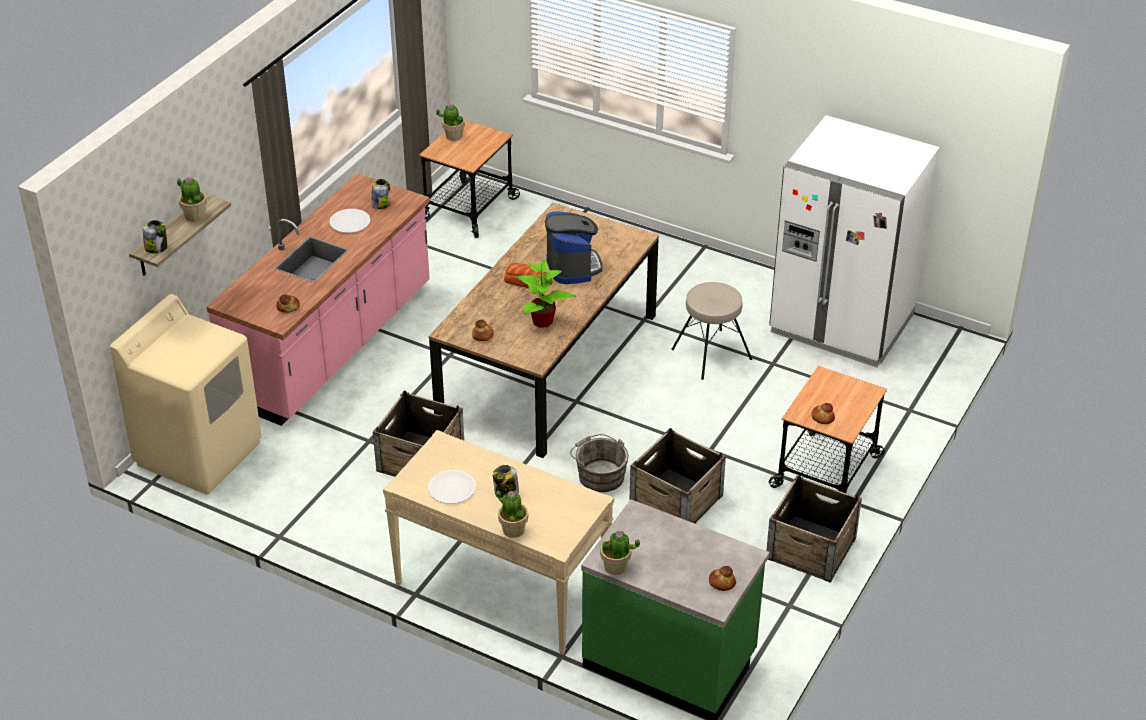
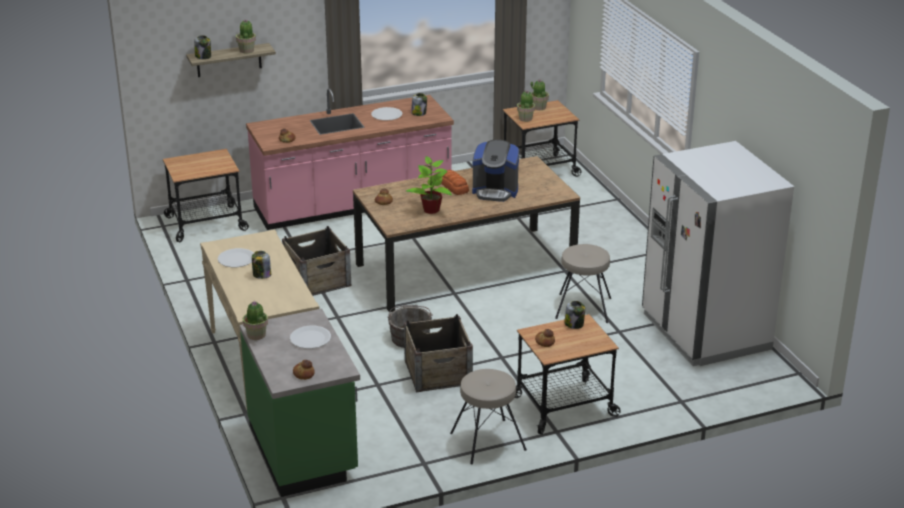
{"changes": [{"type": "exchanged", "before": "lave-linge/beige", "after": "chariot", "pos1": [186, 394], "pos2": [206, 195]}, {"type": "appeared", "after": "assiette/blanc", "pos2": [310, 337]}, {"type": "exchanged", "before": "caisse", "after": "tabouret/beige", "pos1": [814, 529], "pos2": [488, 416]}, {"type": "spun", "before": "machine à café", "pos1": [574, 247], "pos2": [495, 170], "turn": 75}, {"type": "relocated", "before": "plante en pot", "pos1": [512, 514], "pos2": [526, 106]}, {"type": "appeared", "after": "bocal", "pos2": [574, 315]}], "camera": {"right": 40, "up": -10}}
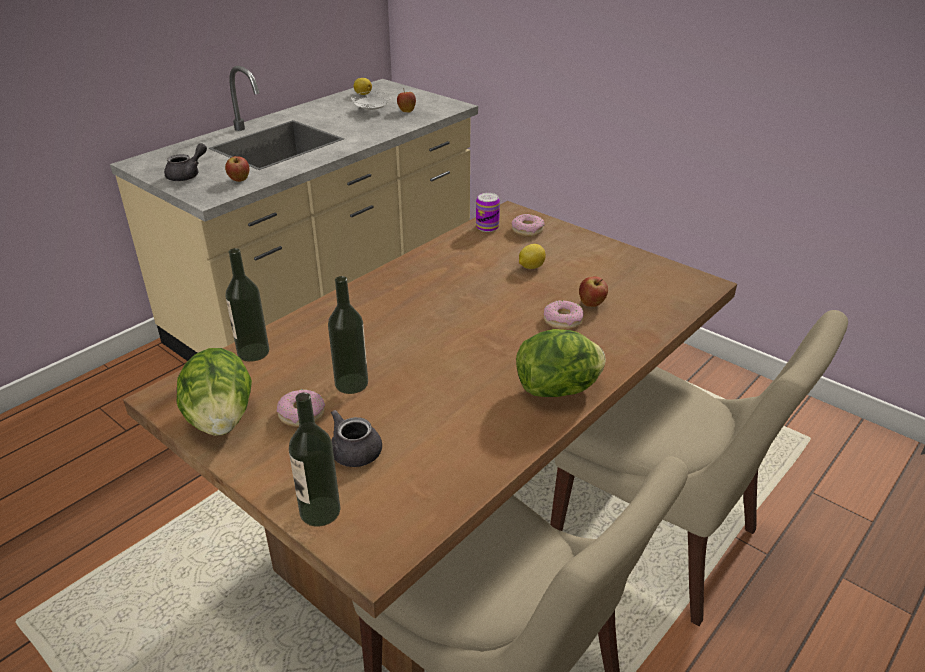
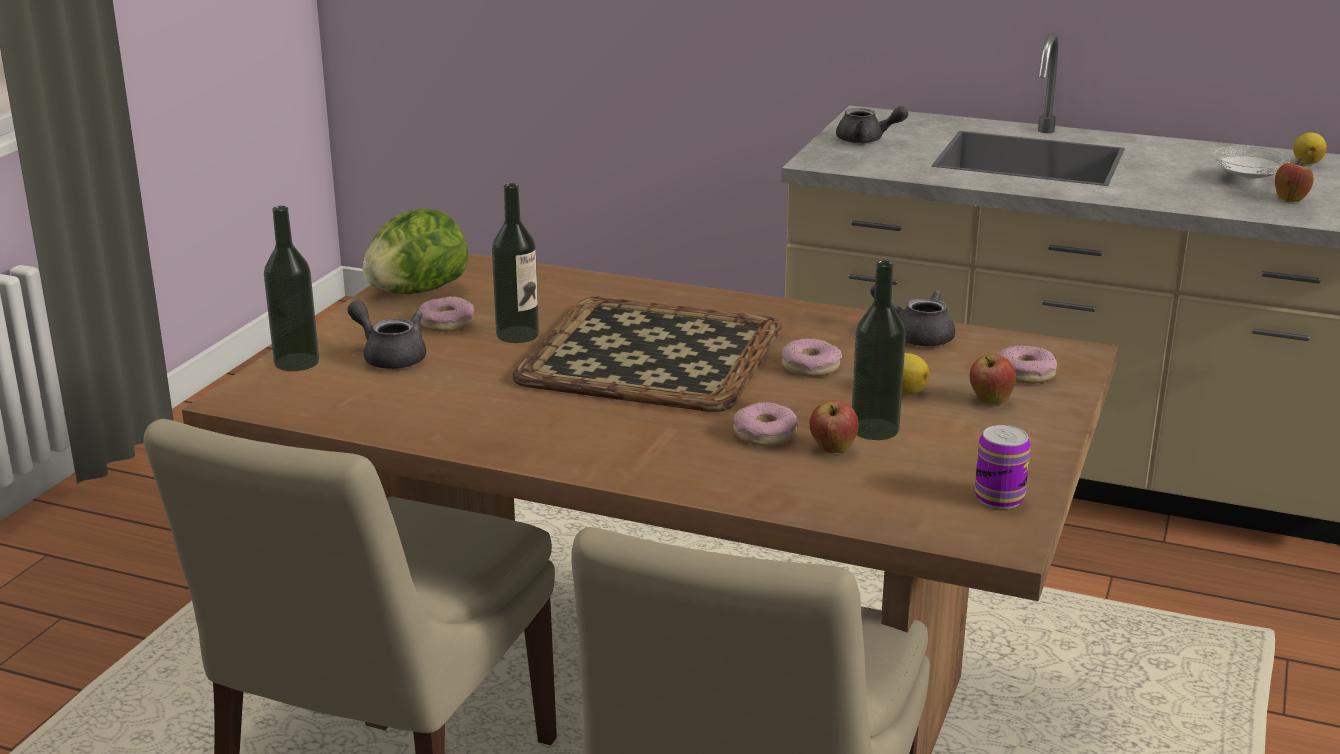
{"changes": [{"type": "appeared", "after": "plateau", "pos2": [647, 354]}, {"type": "appeared", "after": "beignet", "pos2": [812, 357]}, {"type": "relocated", "before": "bouteille", "pos1": [247, 305], "pos2": [879, 350]}, {"type": "appeared", "after": "théière/gris", "pos2": [912, 315]}, {"type": "relocated", "before": "pomme", "pos1": [237, 169], "pos2": [992, 380]}, {"type": "relocated", "before": "boîte métallique", "pos1": [488, 212], "pos2": [1003, 467]}, {"type": "missing", "before": "laitue", "pos1": [560, 363]}], "camera": {"right": 70, "up": -10}}
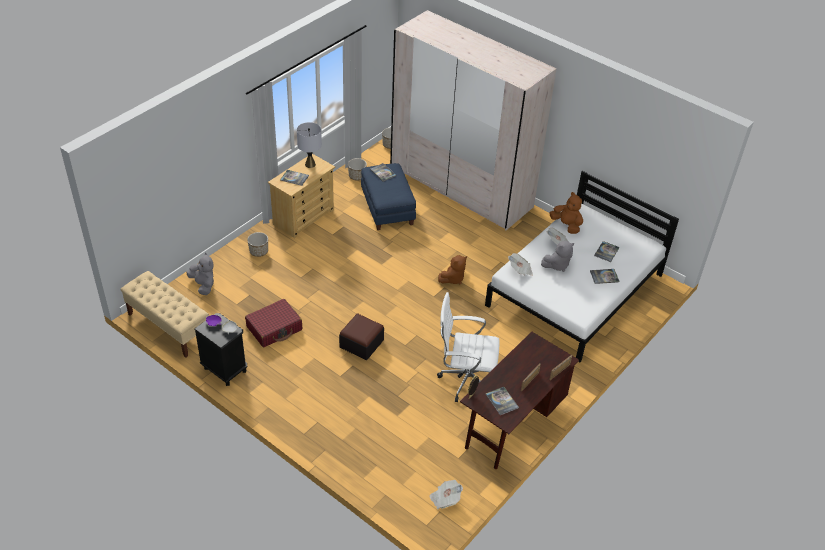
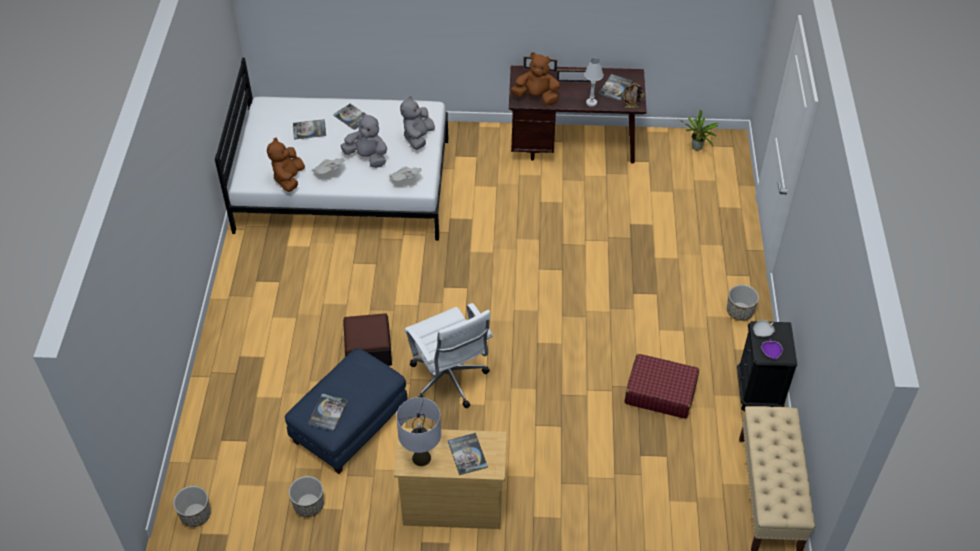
{"changes": [{"type": "relocated", "before": "pouf", "pos1": [361, 336], "pos2": [367, 339]}, {"type": "relocated", "before": "peluche/gris", "pos1": [200, 274], "pos2": [417, 123]}, {"type": "relocated", "before": "chaise de bureau/blanc", "pos1": [468, 347], "pos2": [448, 355]}, {"type": "relocated", "before": "peluche/marron", "pos1": [452, 269], "pos2": [535, 78]}, {"type": "appeared", "after": "lampe de table/blanc", "pos2": [594, 82]}, {"type": "exchanged", "before": "journal", "after": "plante en pot", "pos1": [446, 494], "pos2": [698, 130]}, {"type": "relocated", "before": "cache-pot", "pos1": [257, 244], "pos2": [743, 303]}, {"type": "missing", "before": "armoire/beige", "pos1": [473, 120]}], "camera": {"right": -125, "up": 5}}
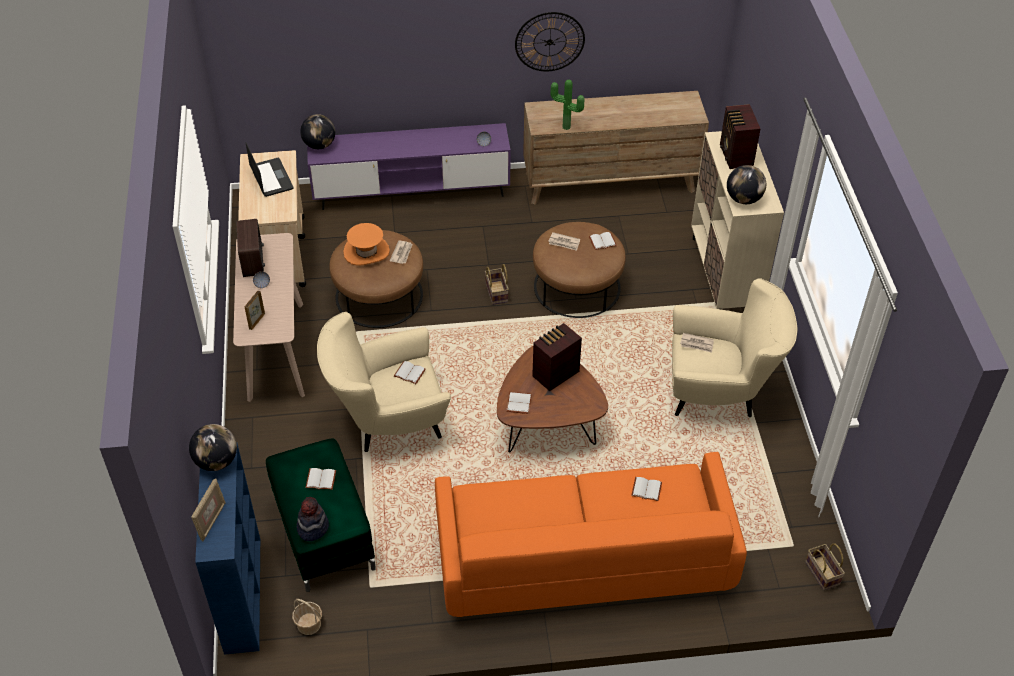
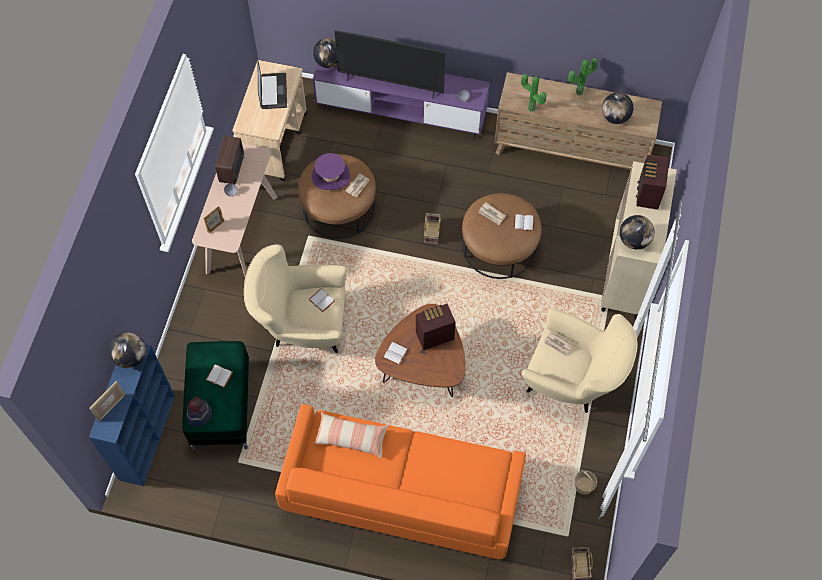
{"changes": [{"type": "colour", "before": "chapeau/orange", "after": "chapeau/violet", "pos1": [366, 244], "pos2": [331, 171]}, {"type": "appeared", "after": "coussin", "pos2": [351, 435]}, {"type": "appeared", "after": "téléviseur", "pos2": [390, 65]}, {"type": "appeared", "after": "plante en pot", "pos2": [583, 76]}, {"type": "relocated", "before": "panier", "pos1": [307, 617], "pos2": [585, 482]}, {"type": "appeared", "after": "globe", "pos2": [617, 108]}, {"type": "missing", "before": "horloge murale", "pos1": [550, 41]}, {"type": "missing", "before": "livre/blanc", "pos1": [646, 489]}], "camera": {"right": 20, "up": 15}}
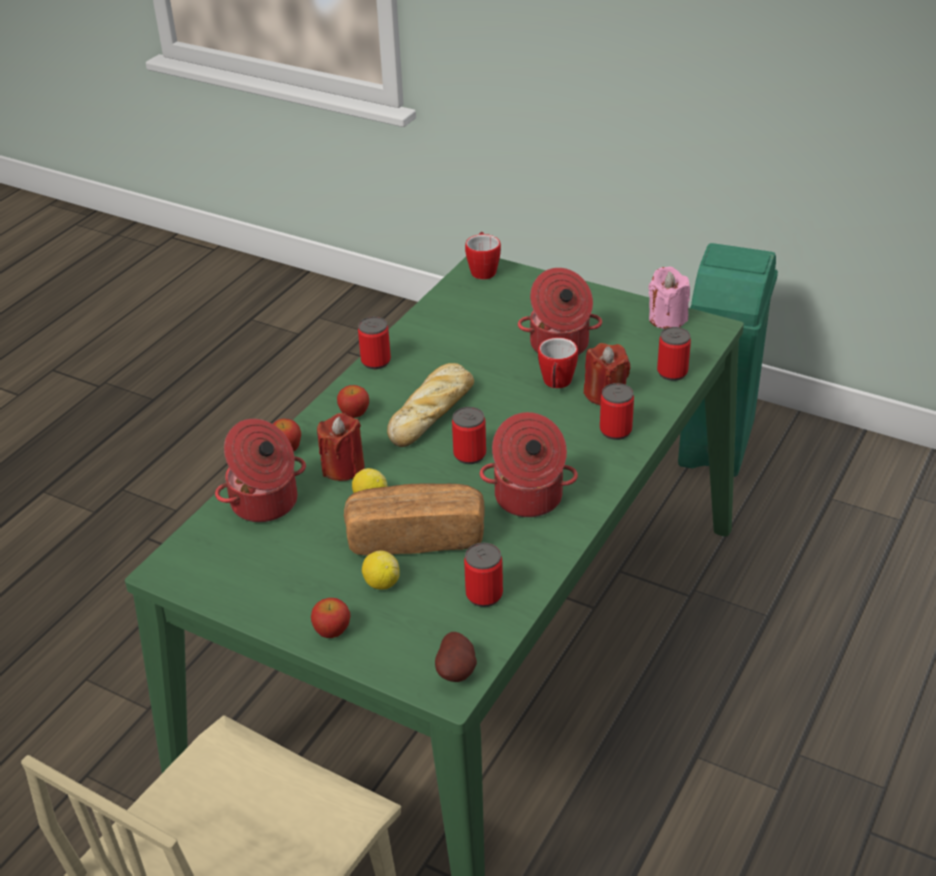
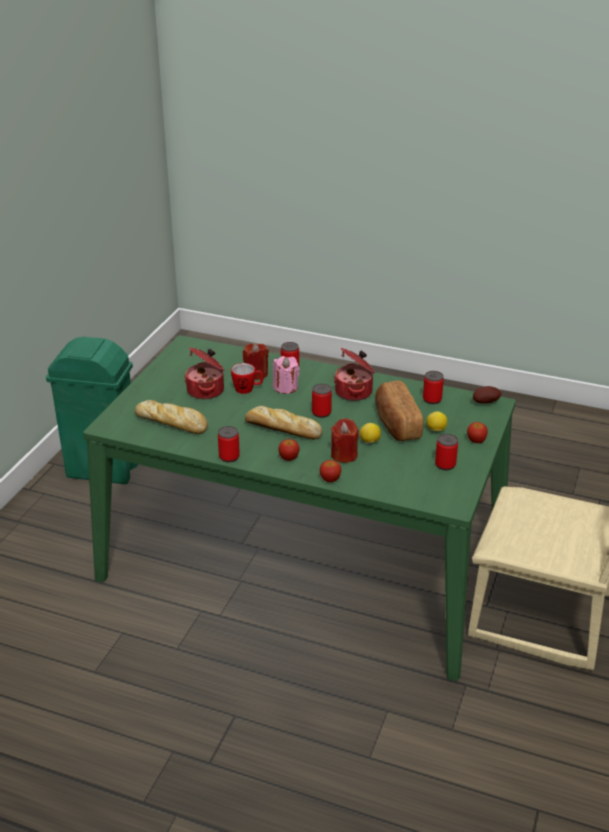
{"changes": [{"type": "appeared", "after": "pain", "pos2": [171, 417]}, {"type": "relocated", "before": "bougie/rose", "pos1": [669, 298], "pos2": [286, 375]}, {"type": "relocated", "before": "boîte métallique", "pos1": [674, 354], "pos2": [446, 452]}, {"type": "missing", "before": "marmite", "pos1": [260, 470]}, {"type": "missing", "before": "mug", "pos1": [483, 255]}], "camera": {"right": -100, "up": -5}}
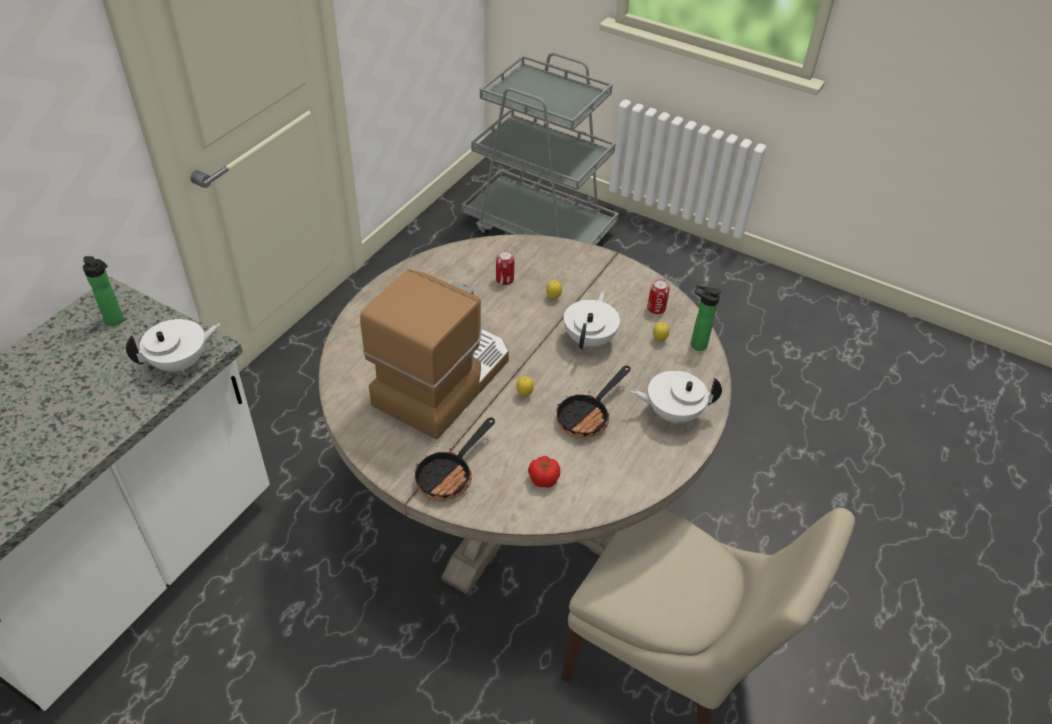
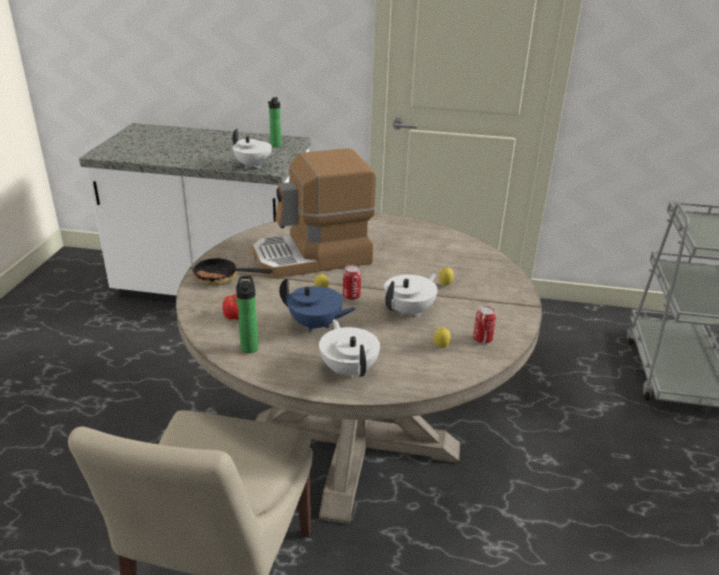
{"changes": [{"type": "relocated", "before": "bouteille", "pos1": [706, 318], "pos2": [247, 314]}, {"type": "spun", "before": "machine à café", "pos1": [434, 354], "pos2": [314, 214], "turn": 150}, {"type": "exchanged", "before": "poêle", "after": "théière/bleu", "pos1": [593, 401], "pos2": [317, 304]}, {"type": "relocated", "before": "boîte métallique", "pos1": [505, 267], "pos2": [352, 282]}, {"type": "spun", "before": "théière/blanc", "pos1": [592, 320], "pos2": [410, 295], "turn": -45}], "camera": {"right": 70, "up": -15}}
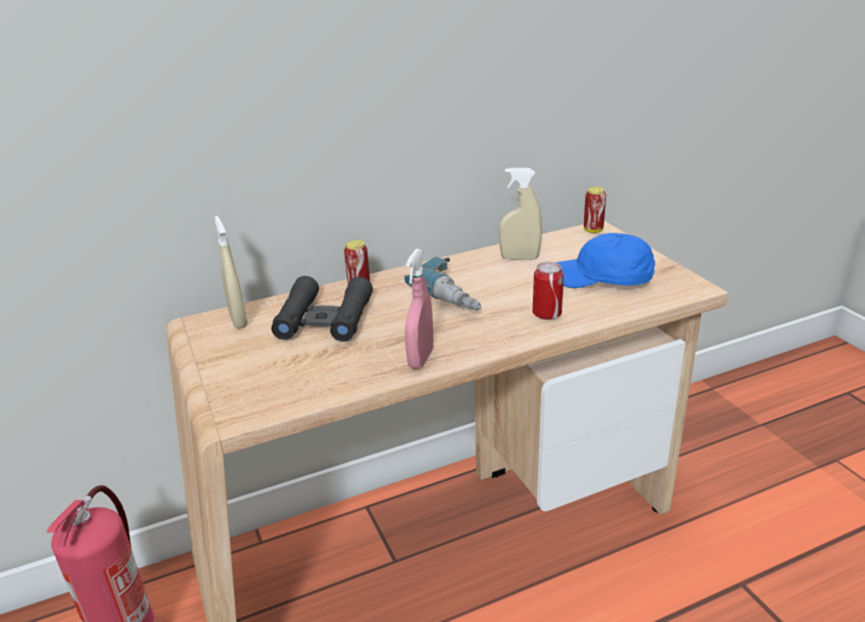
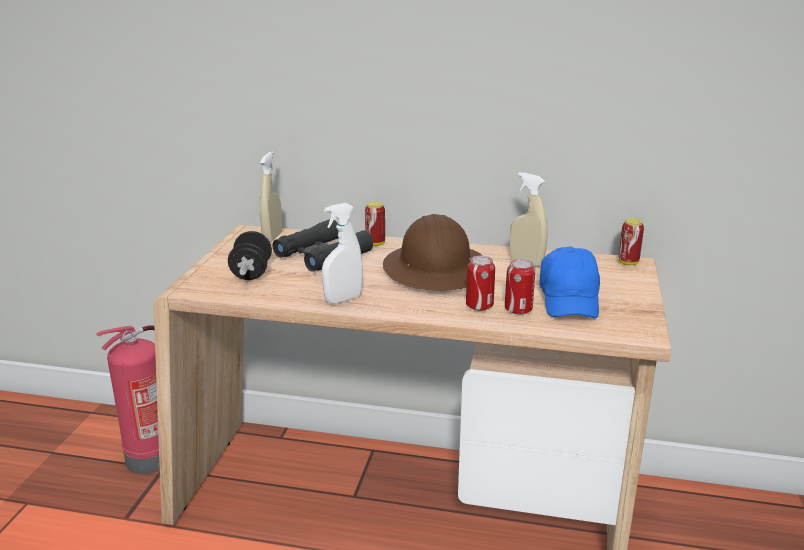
{"changes": [{"type": "appeared", "after": "haltère/noir", "pos2": [250, 255]}, {"type": "colour", "before": "vaporisateur/rose", "after": "vaporisateur/blanc", "pos1": [419, 309], "pos2": [342, 253]}, {"type": "exchanged", "before": "perceuse", "after": "casque de chantier/marron", "pos1": [442, 284], "pos2": [433, 252]}, {"type": "appeared", "after": "boîte métallique", "pos2": [520, 286]}, {"type": "spun", "before": "casquette/bleu", "pos1": [605, 260], "pos2": [569, 282], "turn": -135}], "camera": {"right": 35, "up": -5}}
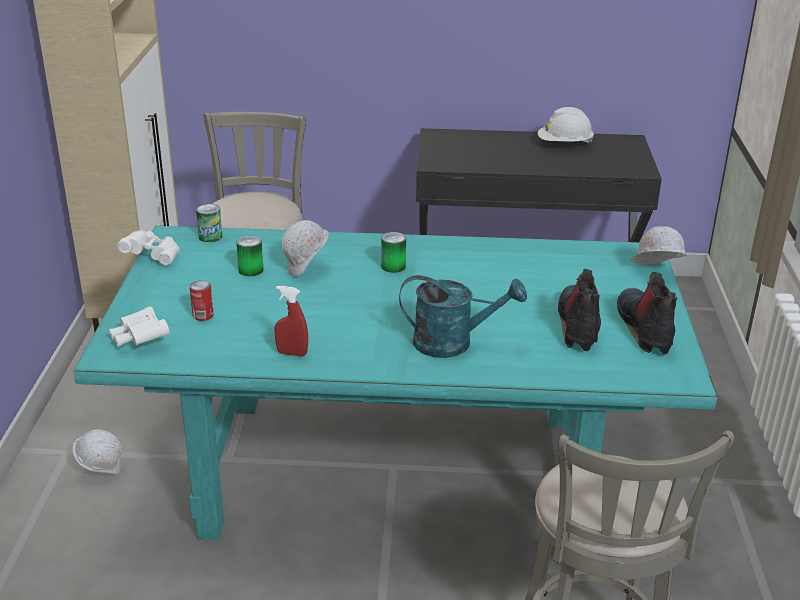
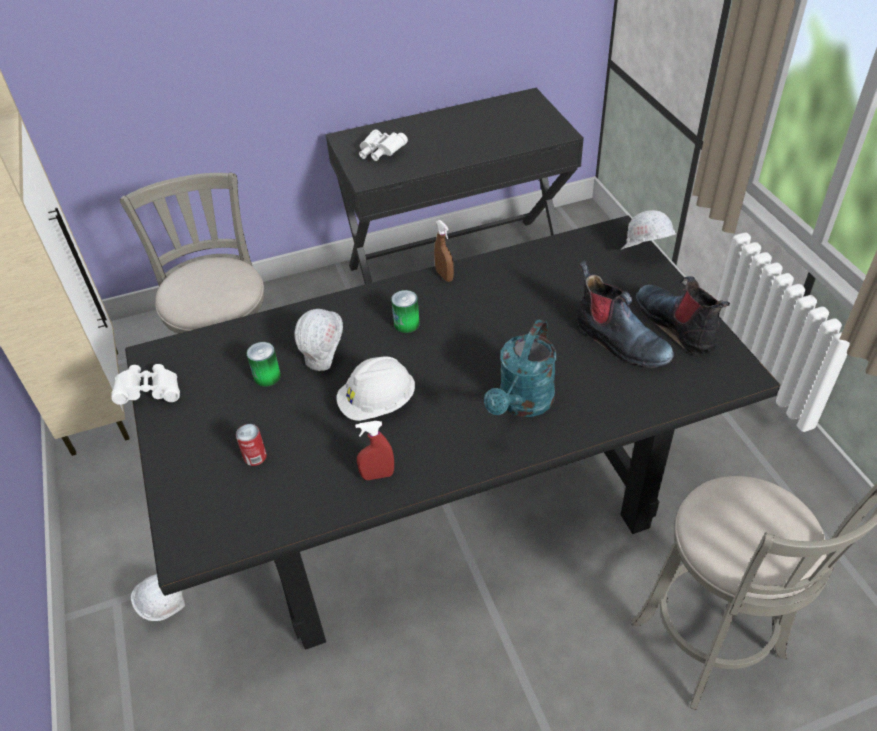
{"changes": [{"type": "colour", "before": "table à manger/turquoise", "after": "table à manger/noir", "pos1": [395, 383], "pos2": [452, 433]}, {"type": "relocated", "before": "casque de chantier/blanc", "pos1": [566, 125], "pos2": [376, 388]}, {"type": "relocated", "before": "jumelles/blanc", "pos1": [139, 326], "pos2": [383, 145]}, {"type": "appeared", "after": "vaporisateur/marron", "pos2": [444, 251]}, {"type": "spun", "before": "arrosoir/turquoise", "pos1": [463, 316], "pos2": [520, 368], "turn": 135}, {"type": "spun", "before": "botte", "pos1": [579, 310], "pos2": [625, 314], "turn": 150}, {"type": "missing", "before": "boîte métallique", "pos1": [209, 223]}], "camera": {"right": -20, "up": 15}}
